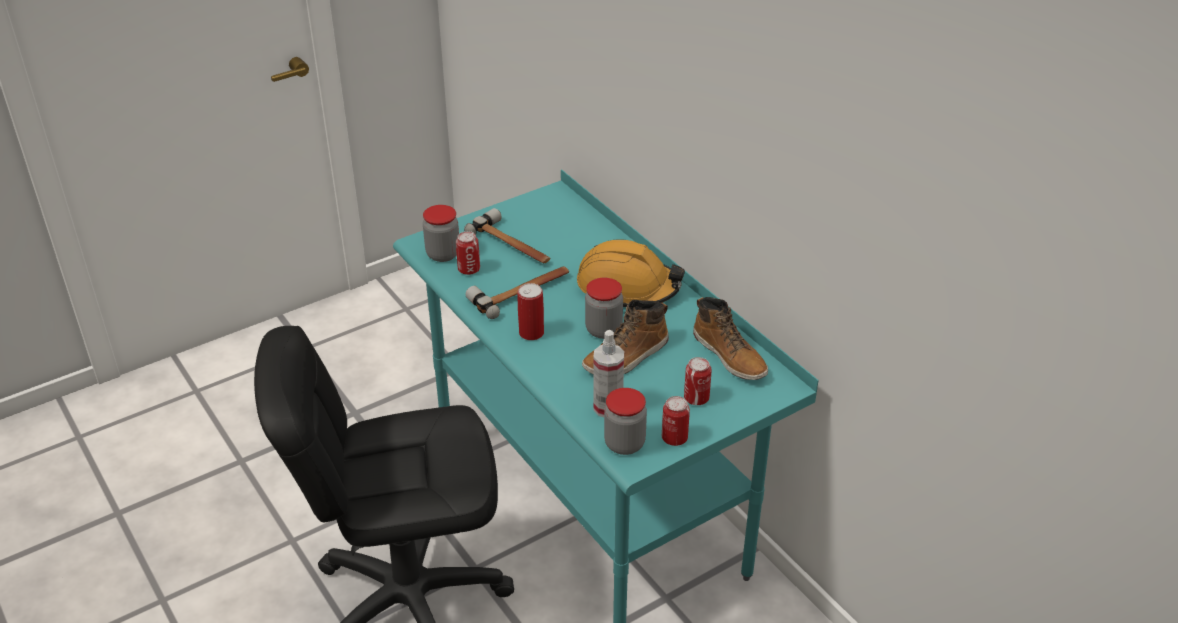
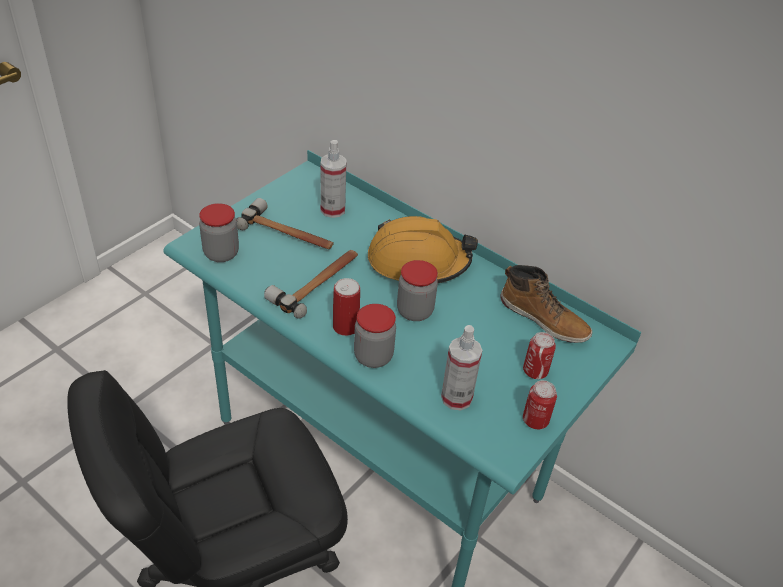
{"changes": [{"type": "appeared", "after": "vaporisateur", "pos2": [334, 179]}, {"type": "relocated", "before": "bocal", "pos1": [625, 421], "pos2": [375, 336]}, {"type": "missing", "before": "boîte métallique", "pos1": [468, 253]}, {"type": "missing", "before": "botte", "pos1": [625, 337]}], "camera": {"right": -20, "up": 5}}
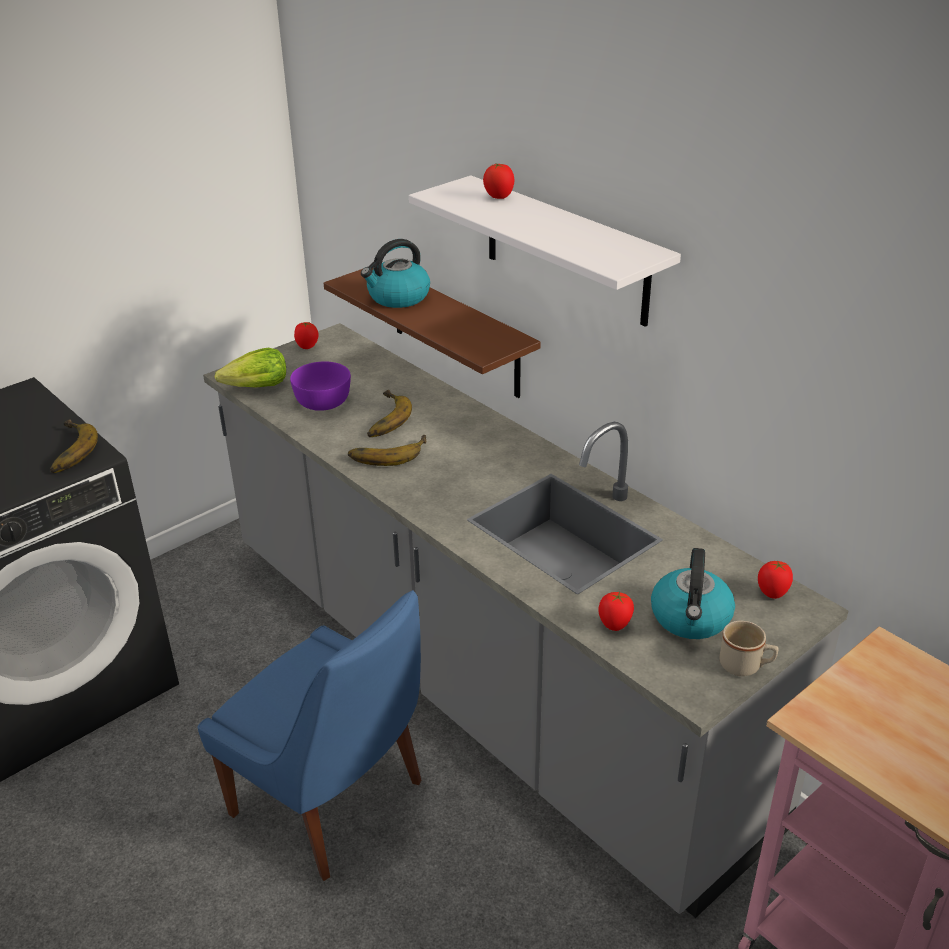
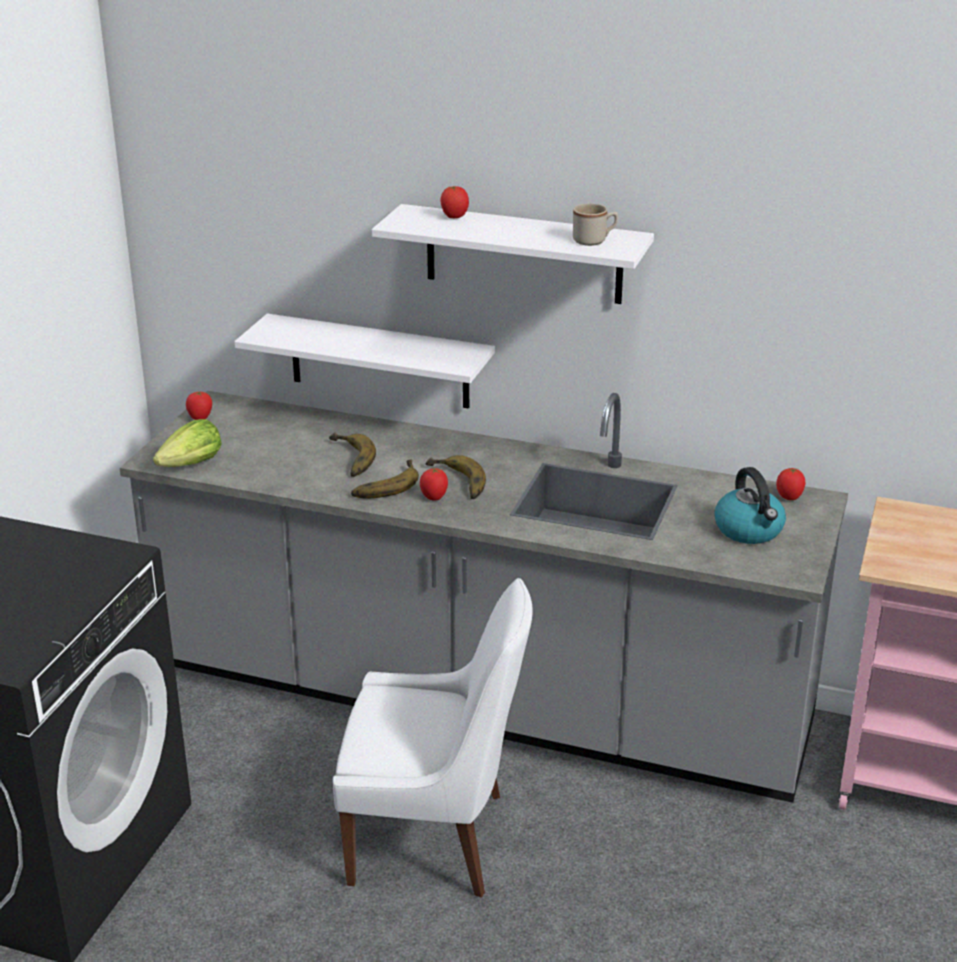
{"changes": [{"type": "colour", "before": "étagère/marron", "after": "étagère/blanc", "pos1": [432, 333], "pos2": [364, 361]}, {"type": "colour", "before": "chaise/bleu", "after": "chaise/blanc", "pos1": [309, 735], "pos2": [433, 738]}, {"type": "relocated", "before": "tomate", "pos1": [616, 611], "pos2": [434, 484]}, {"type": "relocated", "before": "banane", "pos1": [74, 446], "pos2": [455, 477]}, {"type": "relocated", "before": "mug/beige", "pos1": [749, 648], "pos2": [595, 224]}, {"type": "missing", "before": "bol/violet", "pos1": [320, 386]}, {"type": "missing", "before": "bouilloire", "pos1": [395, 273]}], "camera": {"right": -30, "up": -5}}
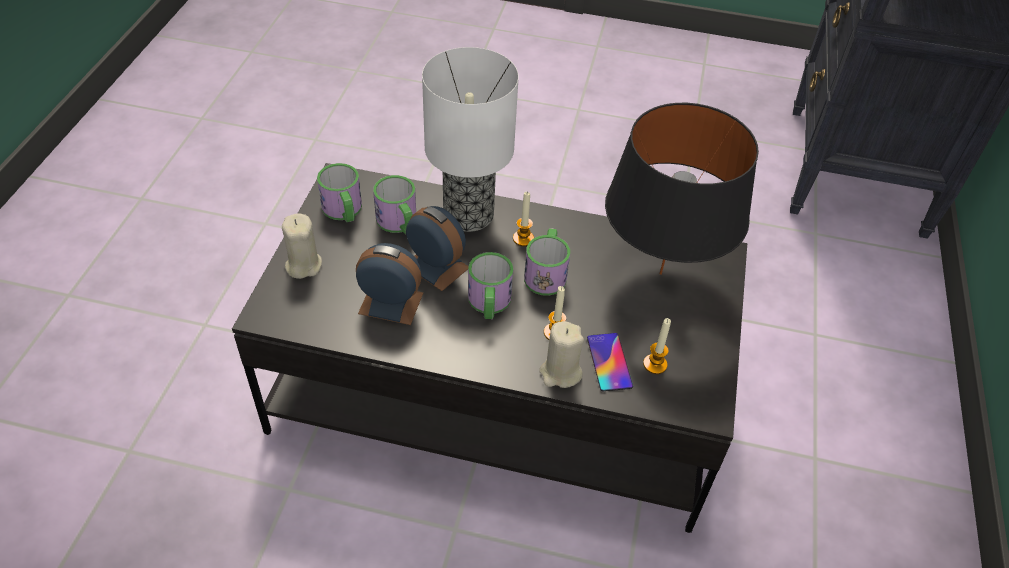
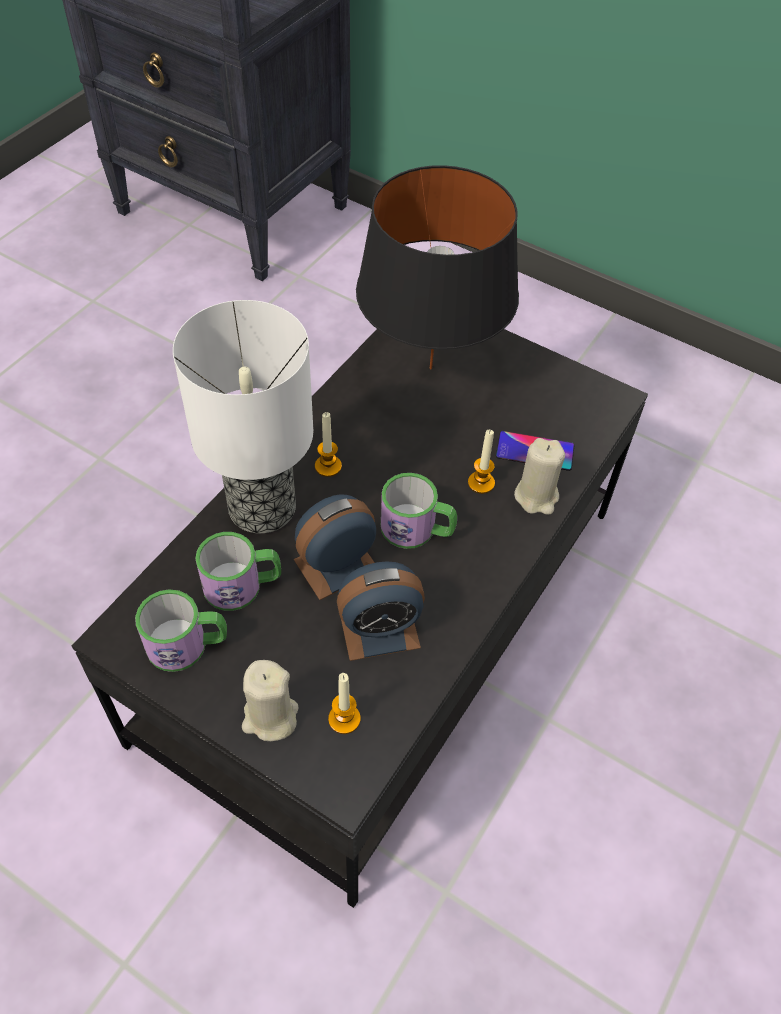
{"changes": [{"type": "relocated", "before": "bougie", "pos1": [657, 346], "pos2": [344, 703]}, {"type": "spun", "before": "réveil", "pos1": [389, 284], "pos2": [381, 611], "turn": -135}, {"type": "missing", "before": "mug", "pos1": [547, 262]}], "camera": {"right": -70, "up": 5}}
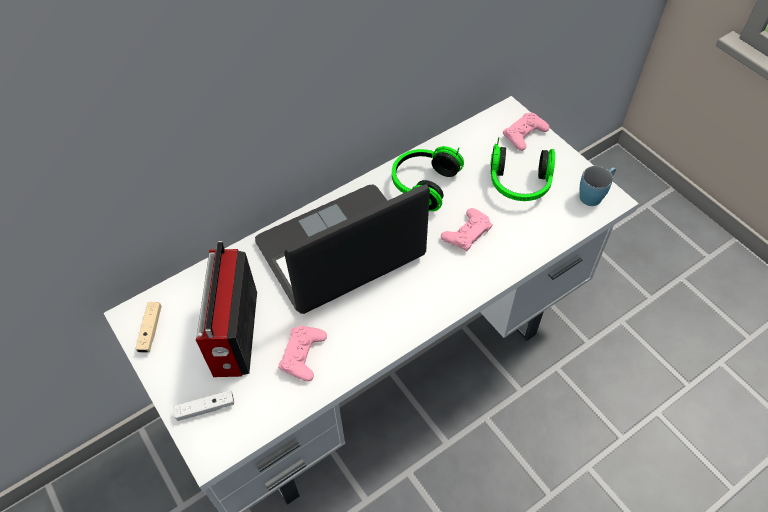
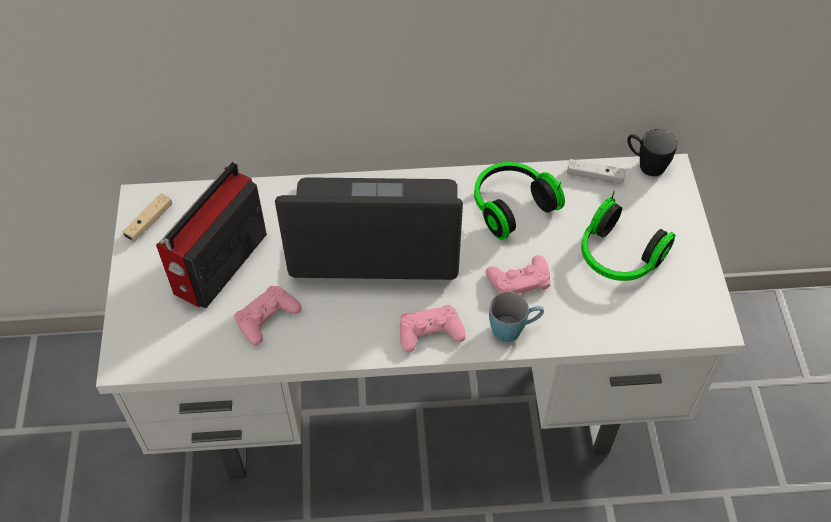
{"changes": [{"type": "relocated", "before": "manette/rose", "pos1": [526, 132], "pos2": [433, 328]}, {"type": "relocated", "before": "mug/bleu", "pos1": [598, 186], "pos2": [516, 317]}, {"type": "relocated", "before": "manette/blanc", "pos1": [203, 405], "pos2": [596, 171]}, {"type": "appeared", "after": "mug/noir", "pos2": [652, 152]}], "camera": {"right": 30, "up": 0}}
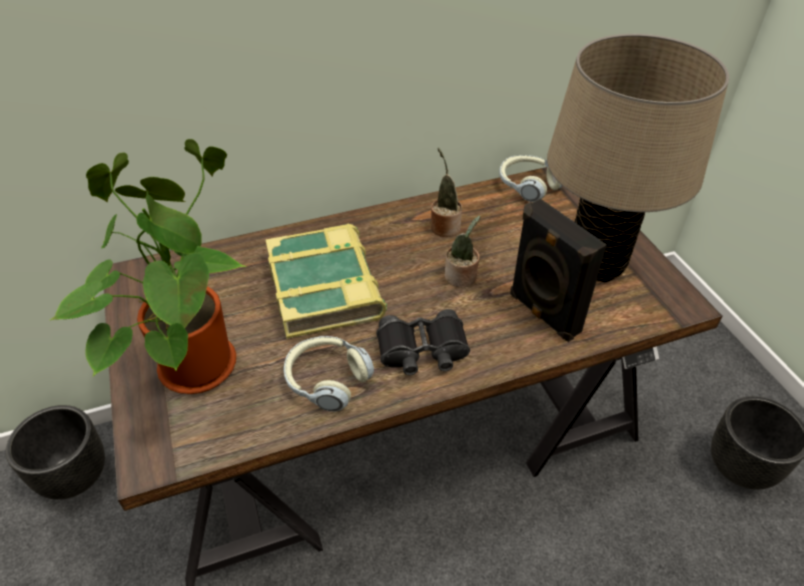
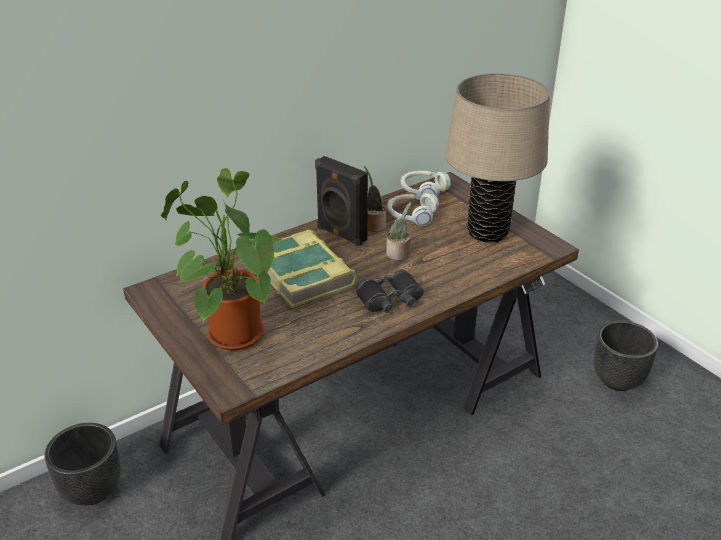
{"changes": [{"type": "relocated", "before": "enceinte/noir", "pos1": [558, 270], "pos2": [341, 201]}, {"type": "relocated", "before": "casque audio", "pos1": [328, 374], "pos2": [413, 209]}], "camera": {"right": -15, "up": -10}}
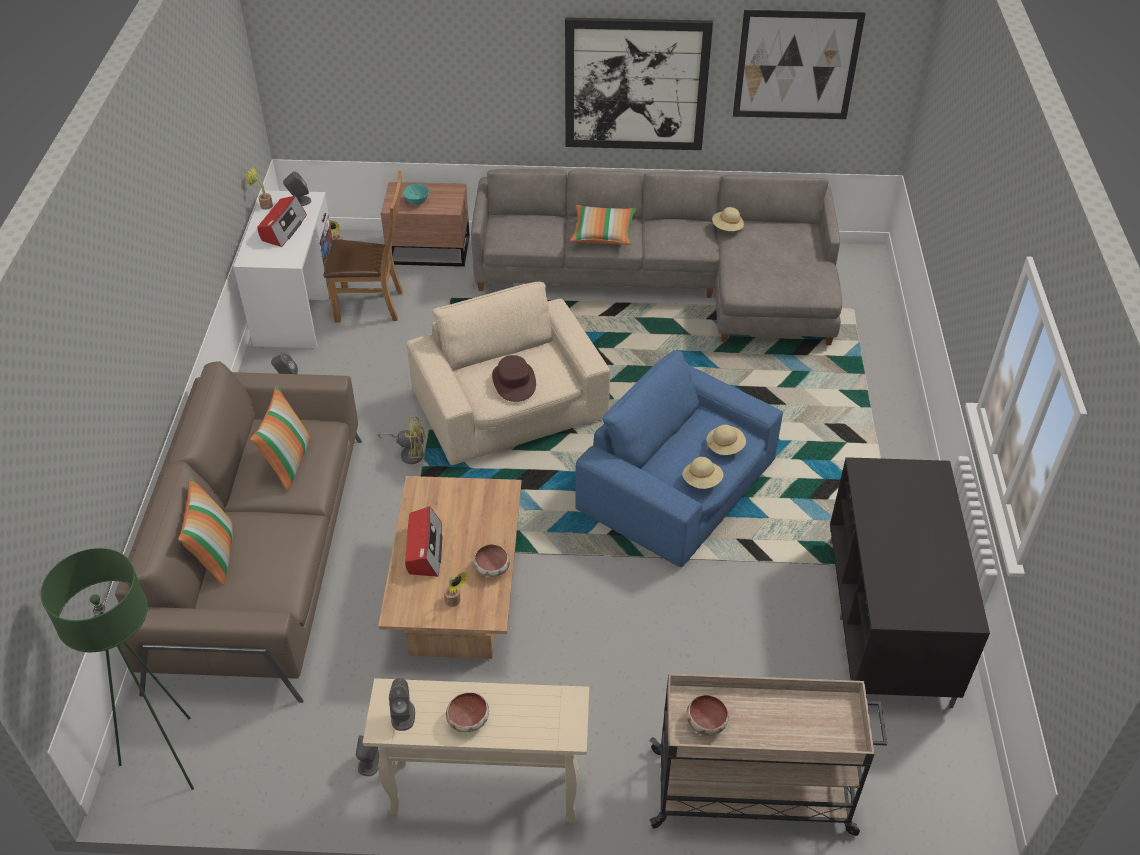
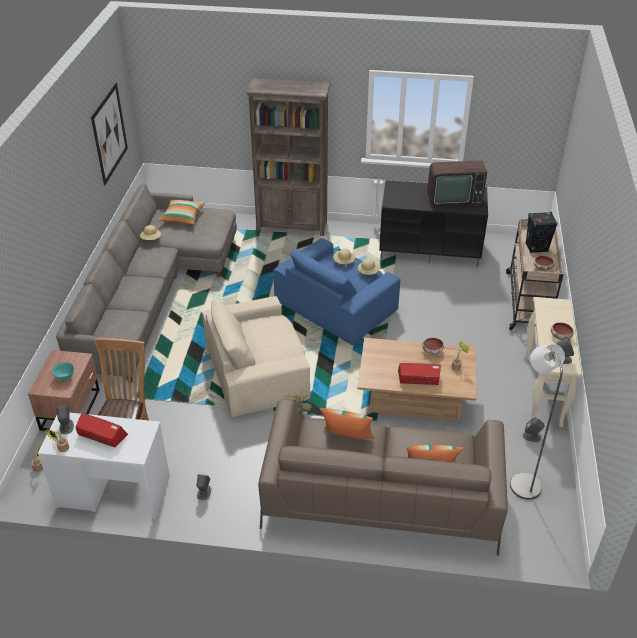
{"changes": [{"type": "relocated", "before": "coussin", "pos1": [603, 225], "pos2": [181, 211]}, {"type": "appeared", "after": "bibliothèque/marron", "pos2": [288, 157]}, {"type": "appeared", "after": "téléviseur", "pos2": [457, 183]}, {"type": "appeared", "after": "lampadaire/gris", "pos2": [537, 422]}, {"type": "appeared", "after": "enceinte/noir", "pos2": [541, 232]}, {"type": "missing", "before": "lampadaire/vert", "pos1": [117, 669]}, {"type": "missing", "before": "chapeau/marron", "pos1": [514, 378]}, {"type": "missing", "before": "tableau", "pos1": [639, 83]}], "camera": {"right": -85, "up": -5}}
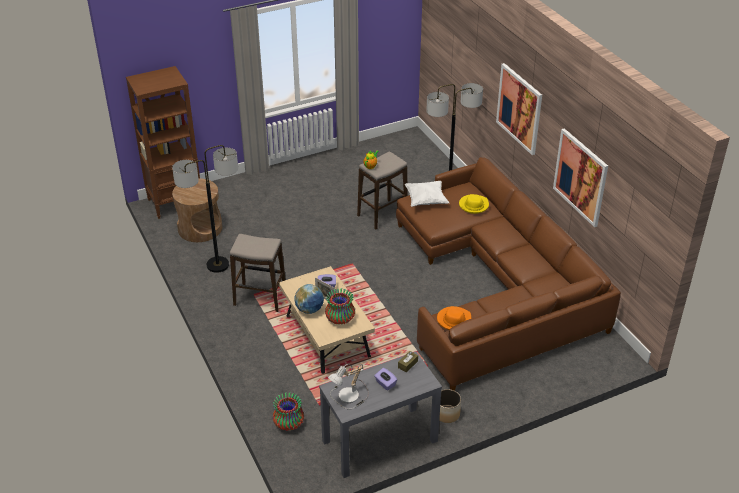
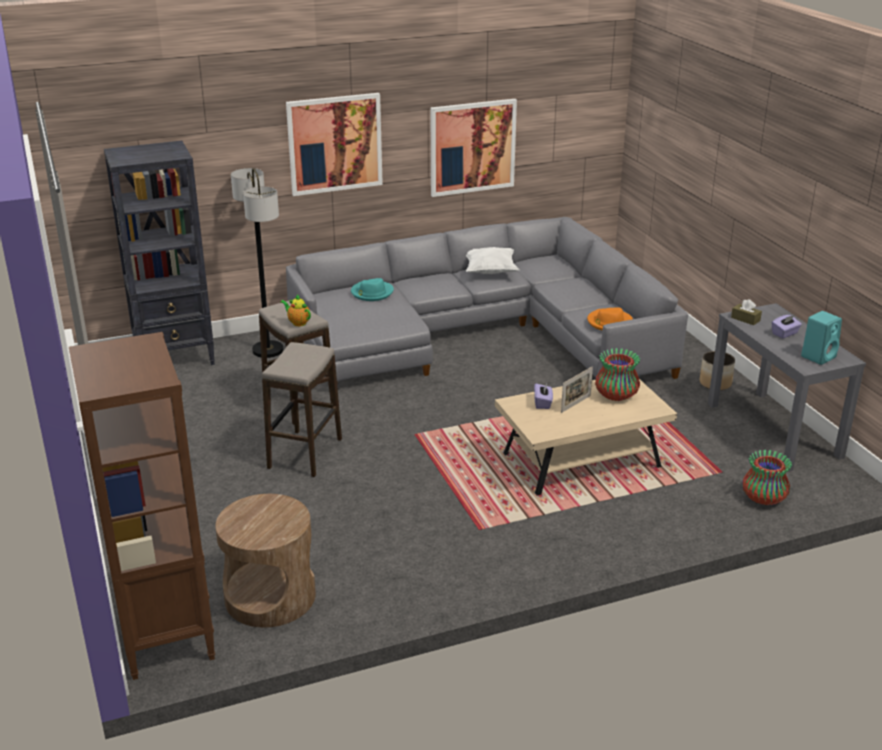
{"changes": [{"type": "appeared", "after": "bibliothèque/noir", "pos2": [159, 253]}, {"type": "relocated", "before": "tabouret", "pos1": [258, 273], "pos2": [302, 409]}, {"type": "colour", "before": "canapé/marron", "after": "canapé/gris", "pos1": [508, 274], "pos2": [487, 299]}, {"type": "colour", "before": "chapeau/jaune", "after": "chapeau/turquoise", "pos1": [474, 204], "pos2": [372, 289]}, {"type": "relocated", "before": "coussin/blanc", "pos1": [426, 194], "pos2": [493, 260]}, {"type": "exchanged", "before": "lampe de table", "after": "enceinte/turquoise", "pos1": [348, 386], "pos2": [821, 338]}, {"type": "missing", "before": "lampadaire", "pos1": [205, 209]}, {"type": "missing", "before": "globe", "pos1": [309, 299]}], "camera": {"right": -85, "up": -10}}
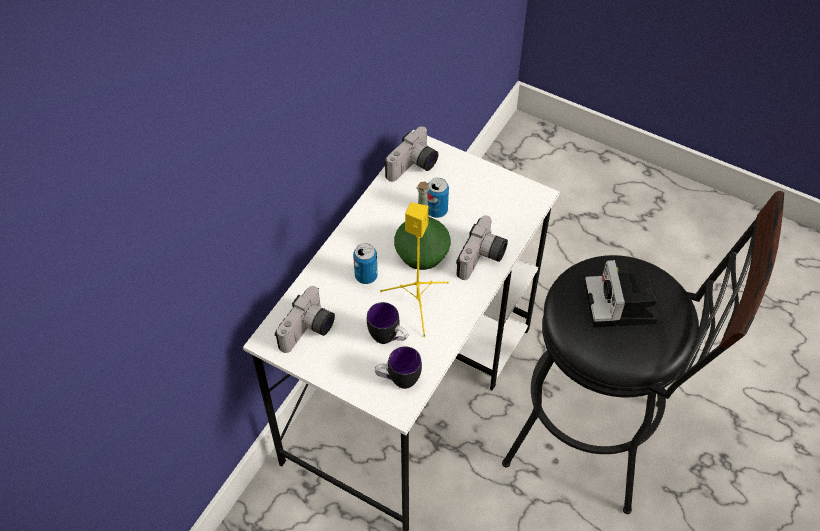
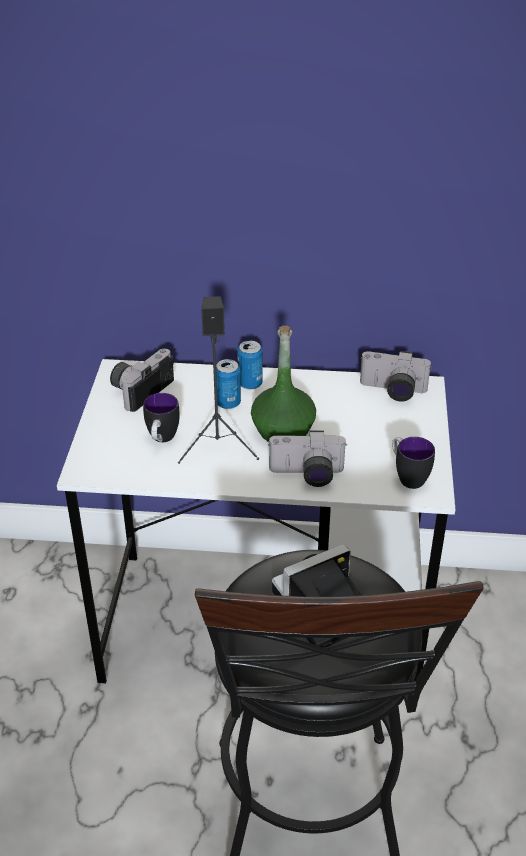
{"changes": [{"type": "spun", "before": "appareil photo", "pos1": [305, 319], "pos2": [142, 380], "turn": 120}, {"type": "colour", "before": "enceinte/jaune", "after": "enceinte/noir", "pos1": [414, 270], "pos2": [218, 380]}, {"type": "relocated", "before": "boîte métallique", "pos1": [438, 198], "pos2": [250, 365]}, {"type": "relocated", "before": "mug", "pos1": [398, 367], "pos2": [413, 463]}], "camera": {"right": 65, "up": -15}}
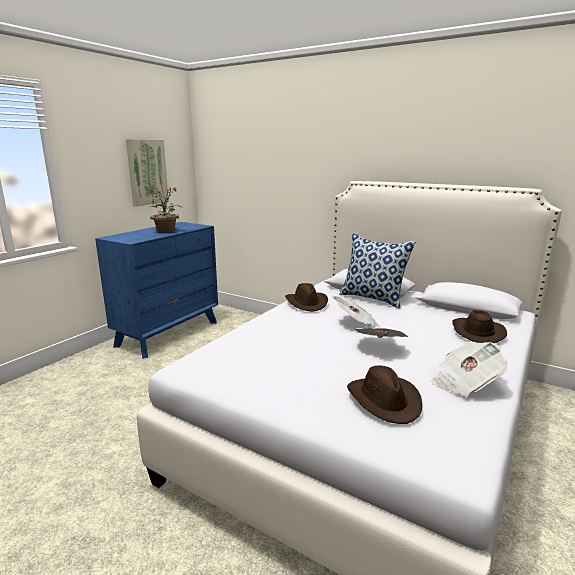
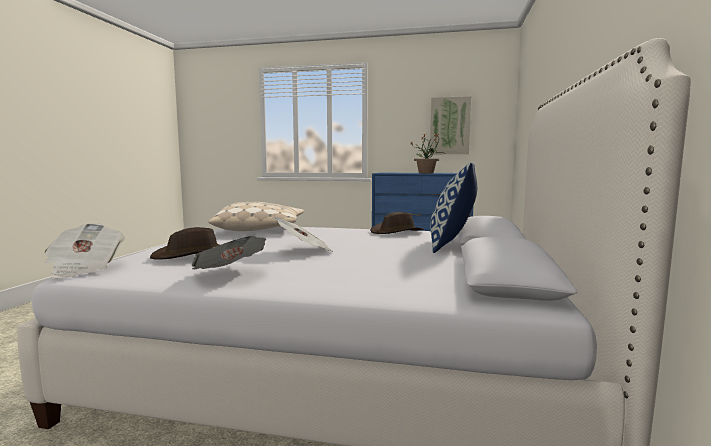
{"changes": [{"type": "relocated", "before": "journal", "pos1": [356, 312], "pos2": [84, 251]}, {"type": "appeared", "after": "coussin/beige", "pos2": [256, 216]}, {"type": "missing", "before": "chapeau/marron", "pos1": [479, 326]}], "camera": {"right": 70, "up": -10}}
